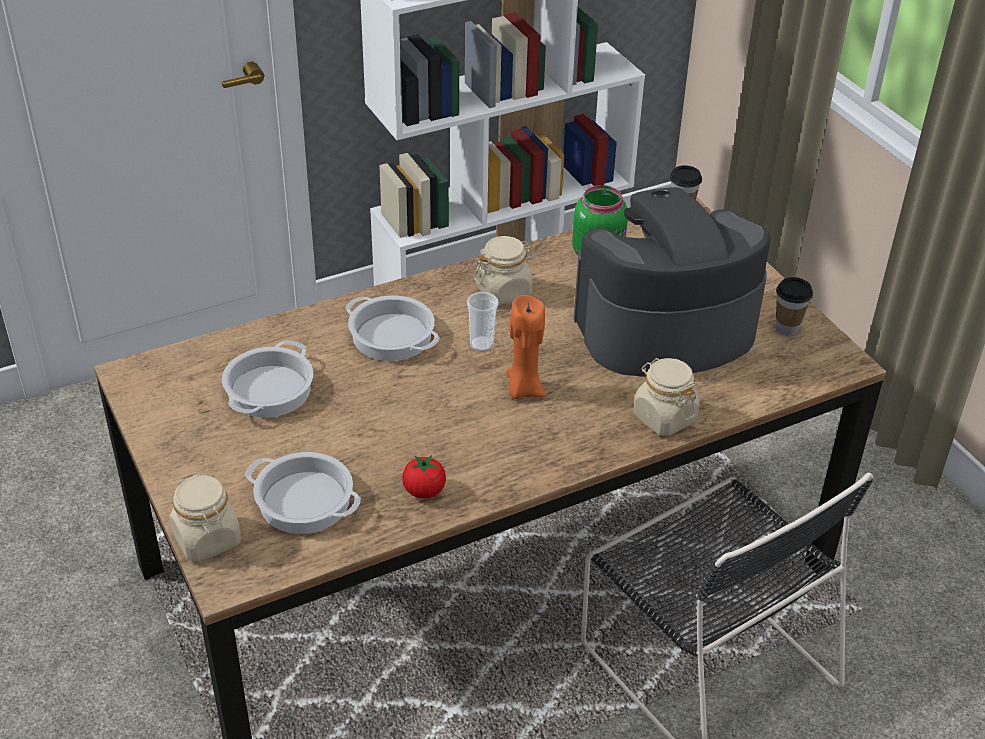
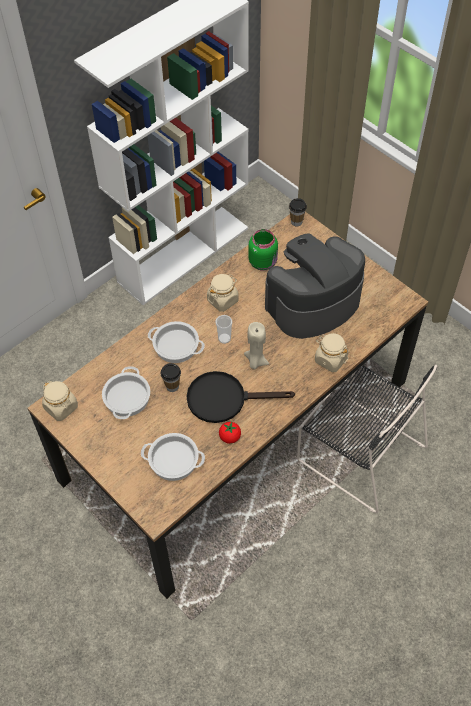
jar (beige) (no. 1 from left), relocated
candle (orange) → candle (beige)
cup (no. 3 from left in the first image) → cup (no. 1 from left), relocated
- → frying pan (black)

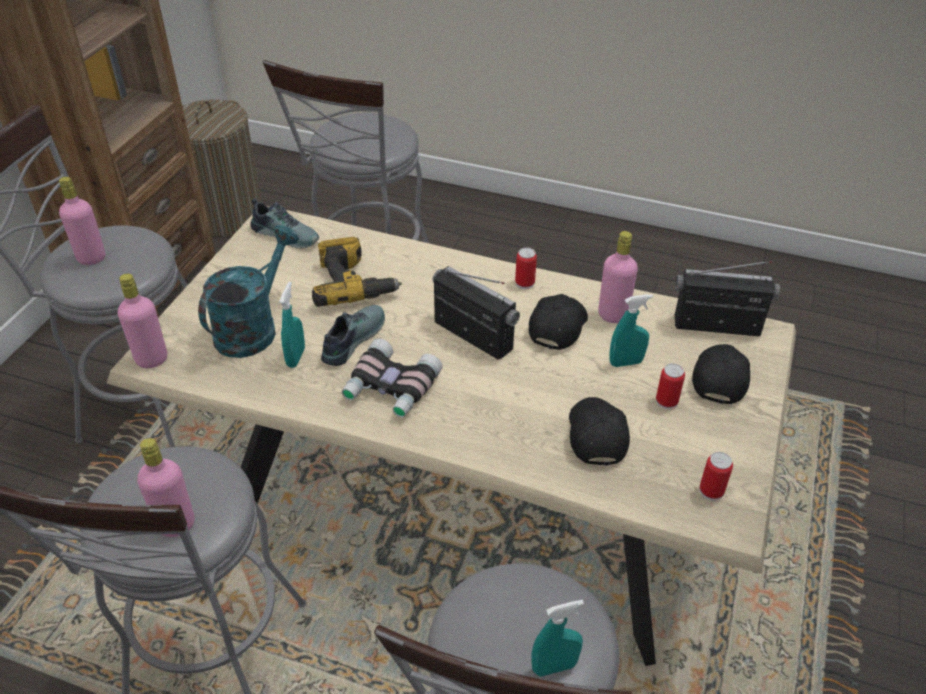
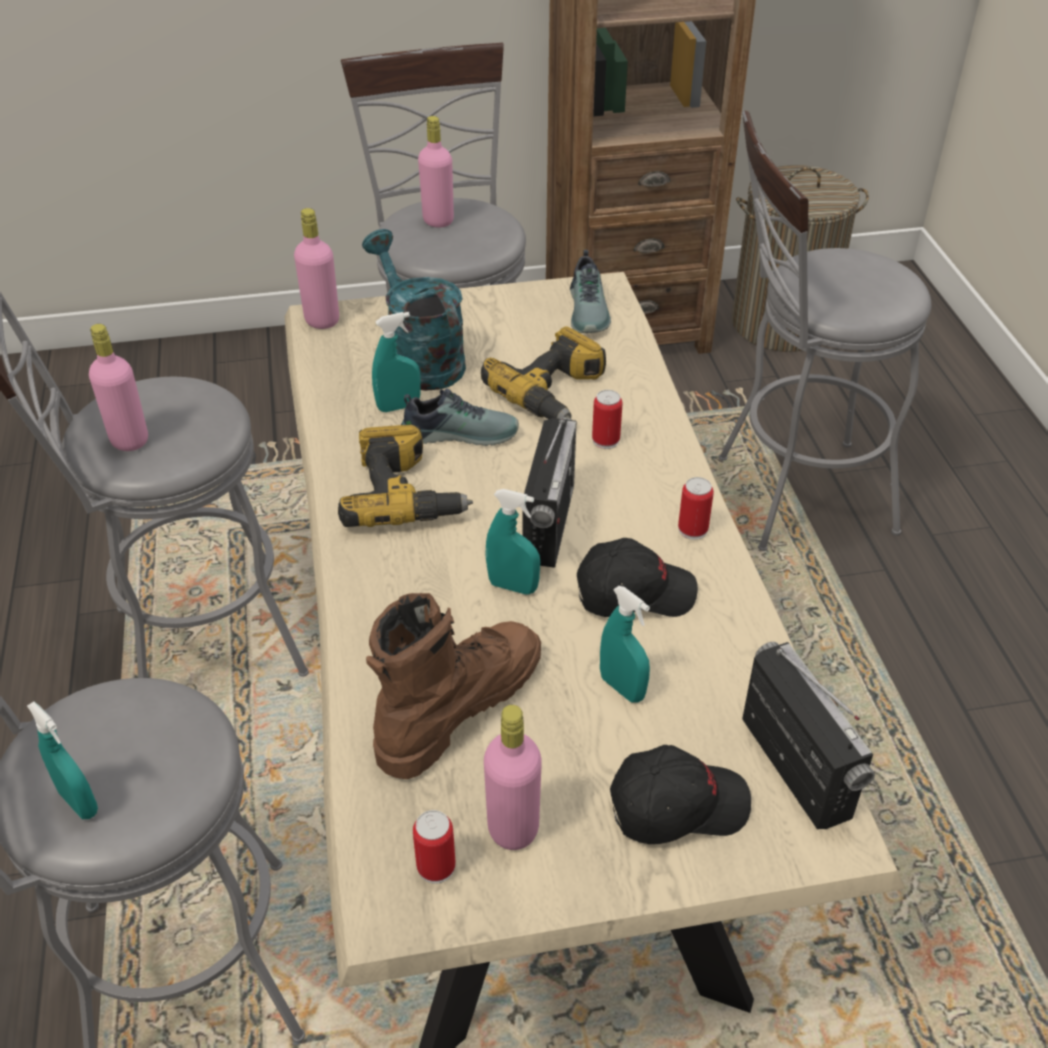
watering can (turquoise), 120 degrees counterclockwise
binoculars → power drill (no. 1 from left)
cap (black) (no. 2 from left) → boot (brown)
bottle (pink) (no. 4 from left), relocated
can (no. 2 from left), relocated
- → spray bottle (turquoise) (no. 3 from left)

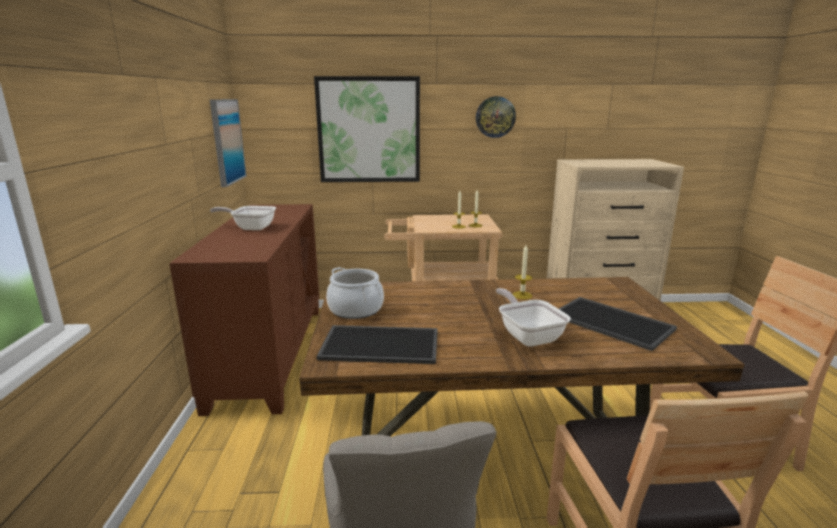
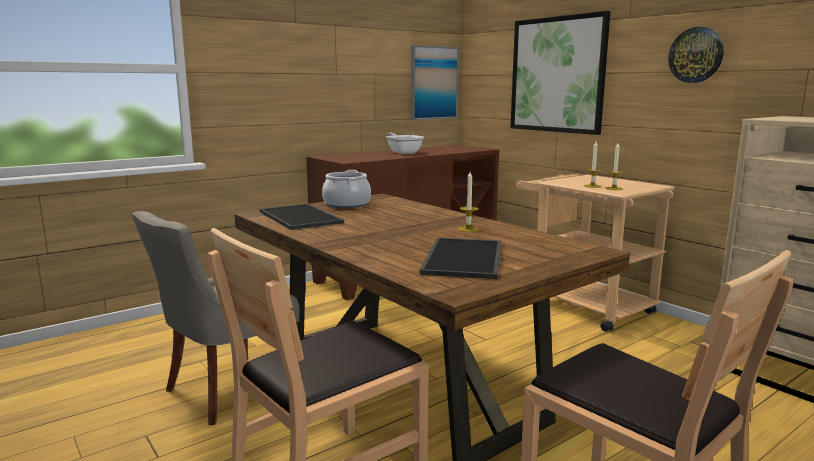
frying pan (no. 2 from left) → -

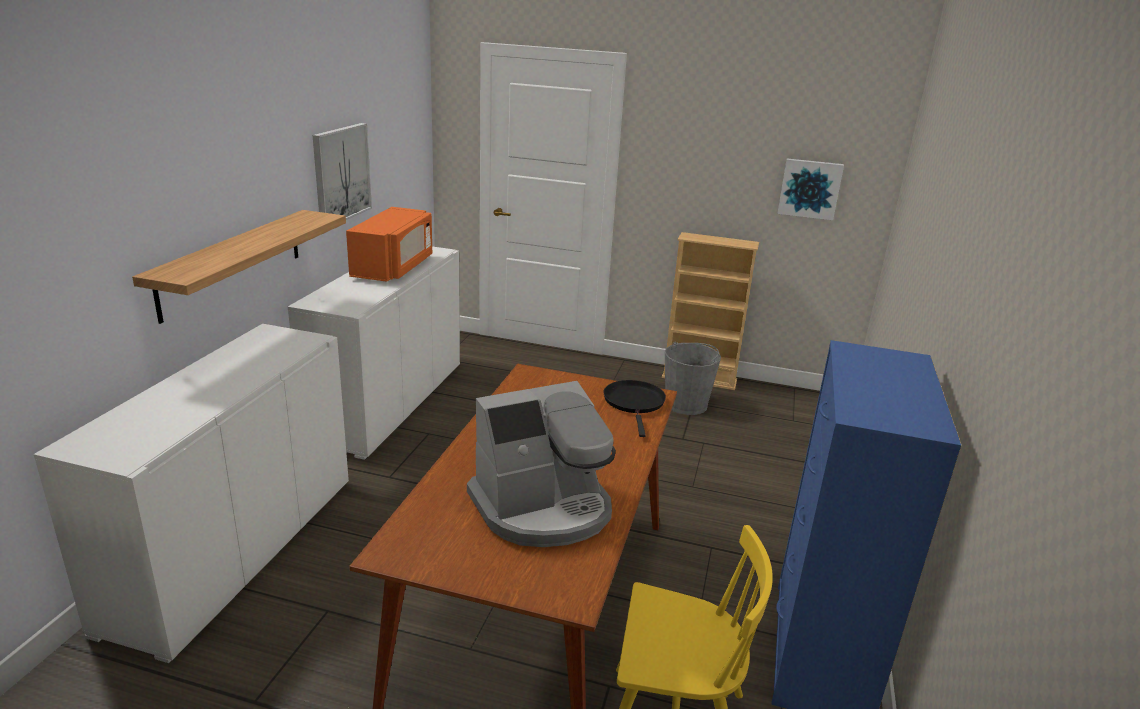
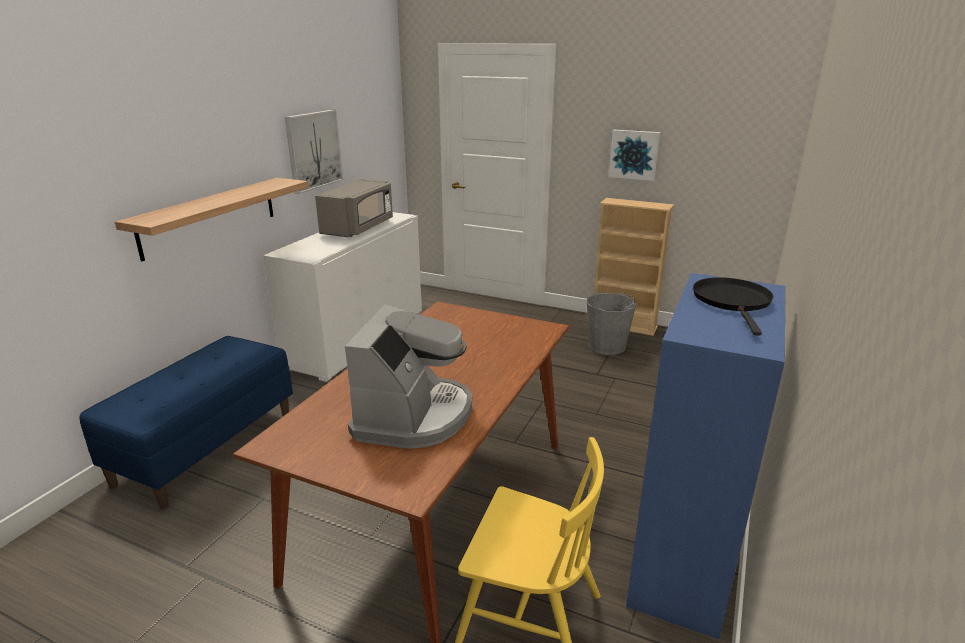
cabinet (white) (no. 1 from left) → bench (blue)
microwave (orange) → microwave (grey)
coffee machine, 60 degrees counterclockwise
frying pan (black), relocated
picture (no. 2 from left), relocated

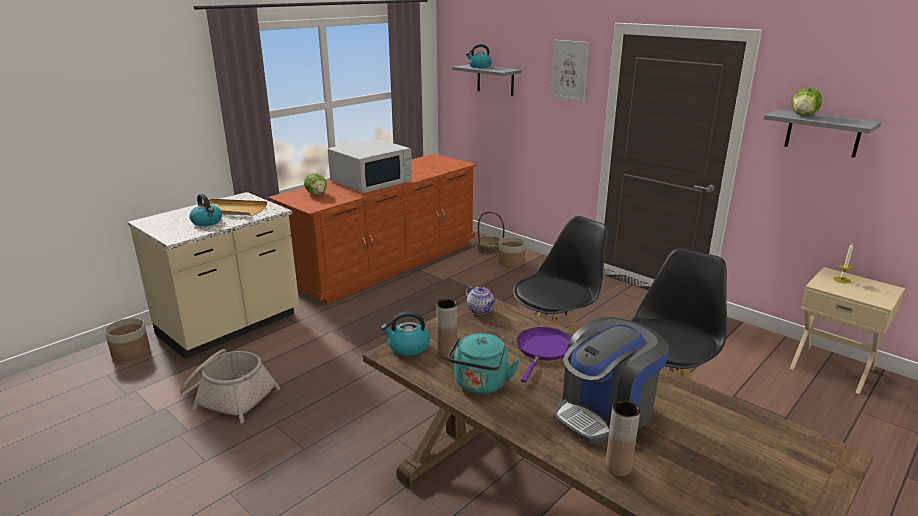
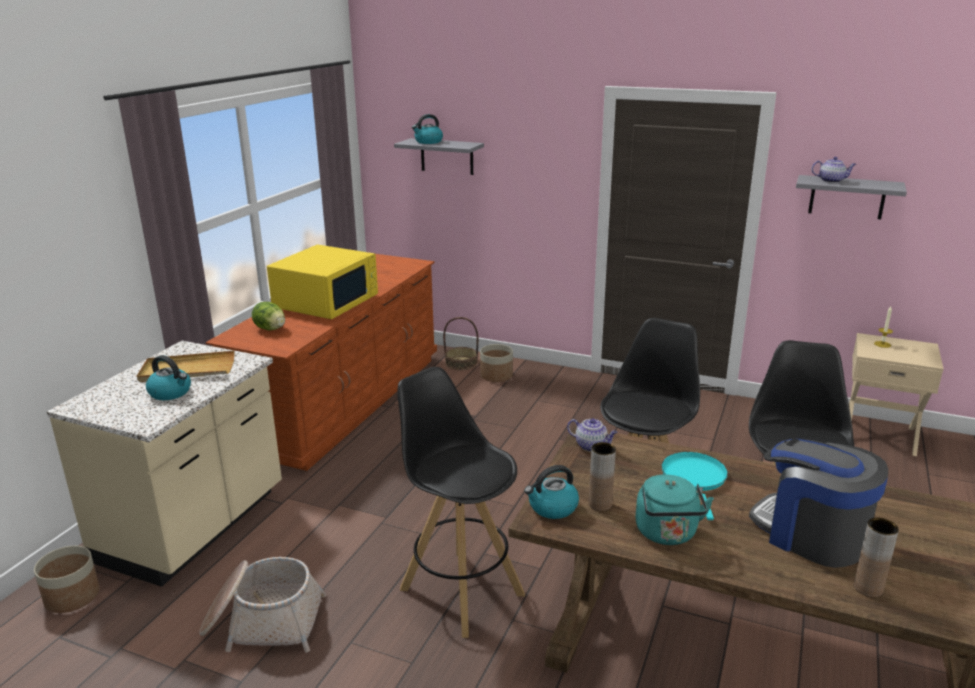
microwave (white) → microwave (yellow)
frying pan (purple) → frying pan (turquoise)
picture → -
coffee machine, 105 degrees clockwise
lettuce (no. 2 from left) → teapot (no. 2 from left)
- → stool (black) (no. 1 from left)

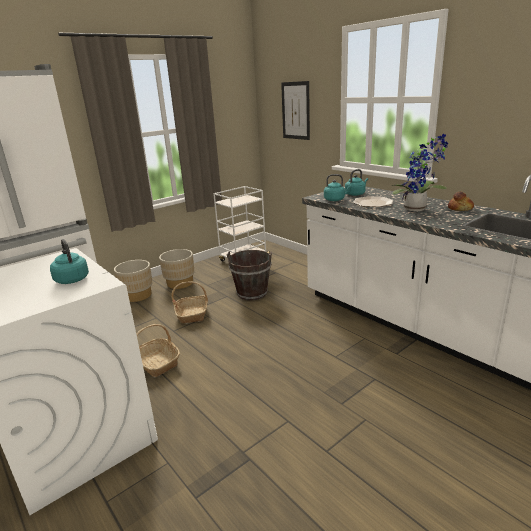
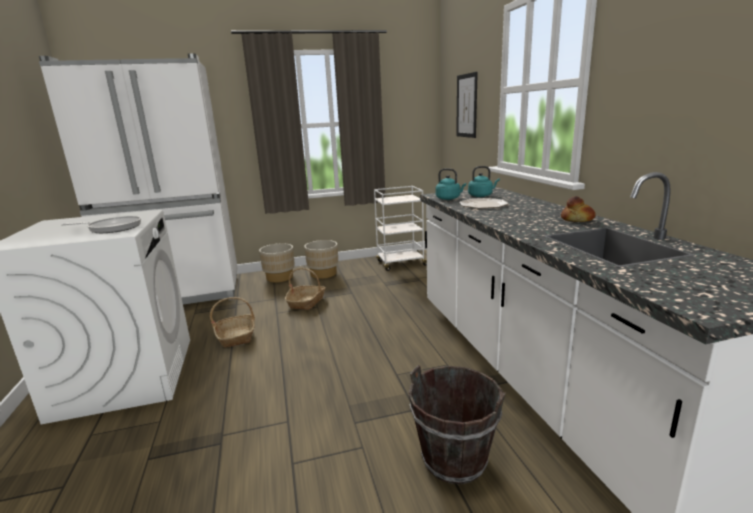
kettle (turquoise) (no. 1 from left) → frying pan
bucket (brown), relocated
potted plant → -

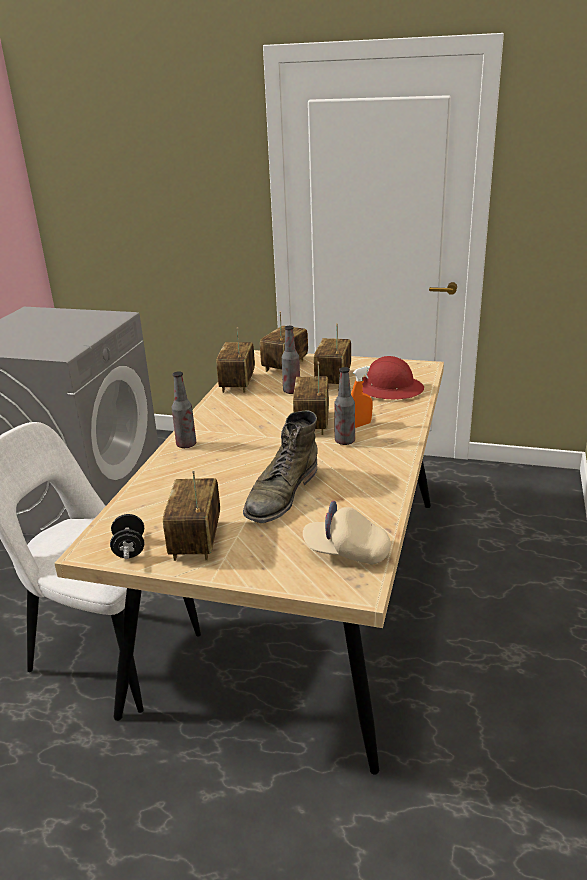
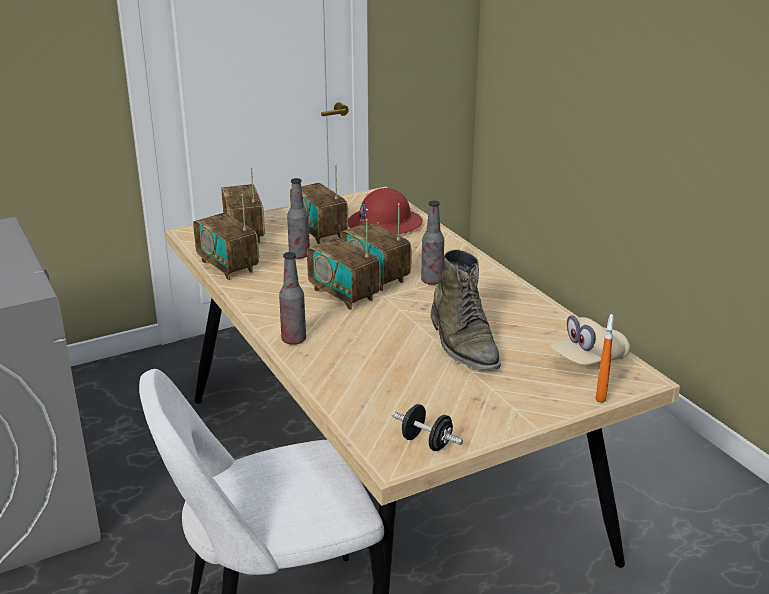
radio (no. 1 from left in the first image) → radio (no. 4 from left), relocated
spray bottle (orange), relocated

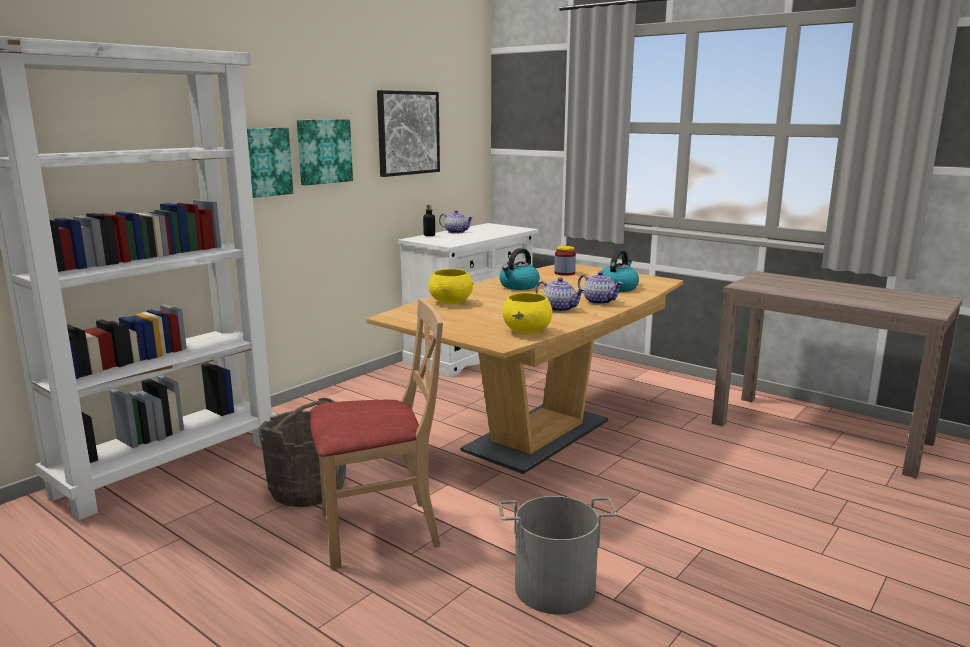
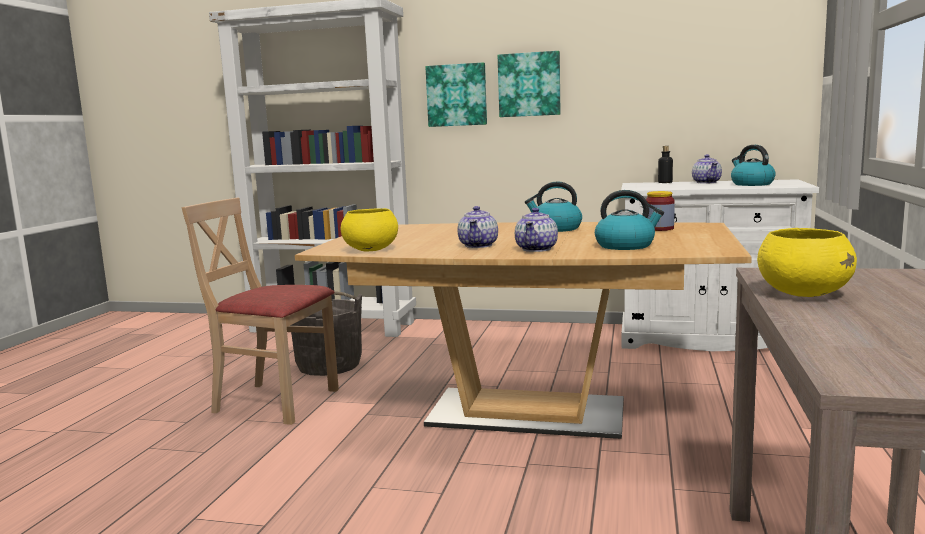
chair (beige), 150 degrees clockwise
picture (no. 3 from left) → -
bowl (yellow) (no. 1 from left in the first image) → bowl (yellow) (no. 2 from left), relocated
bucket (grey) (no. 2 from left) → -
- → kettle (no. 3 from left)

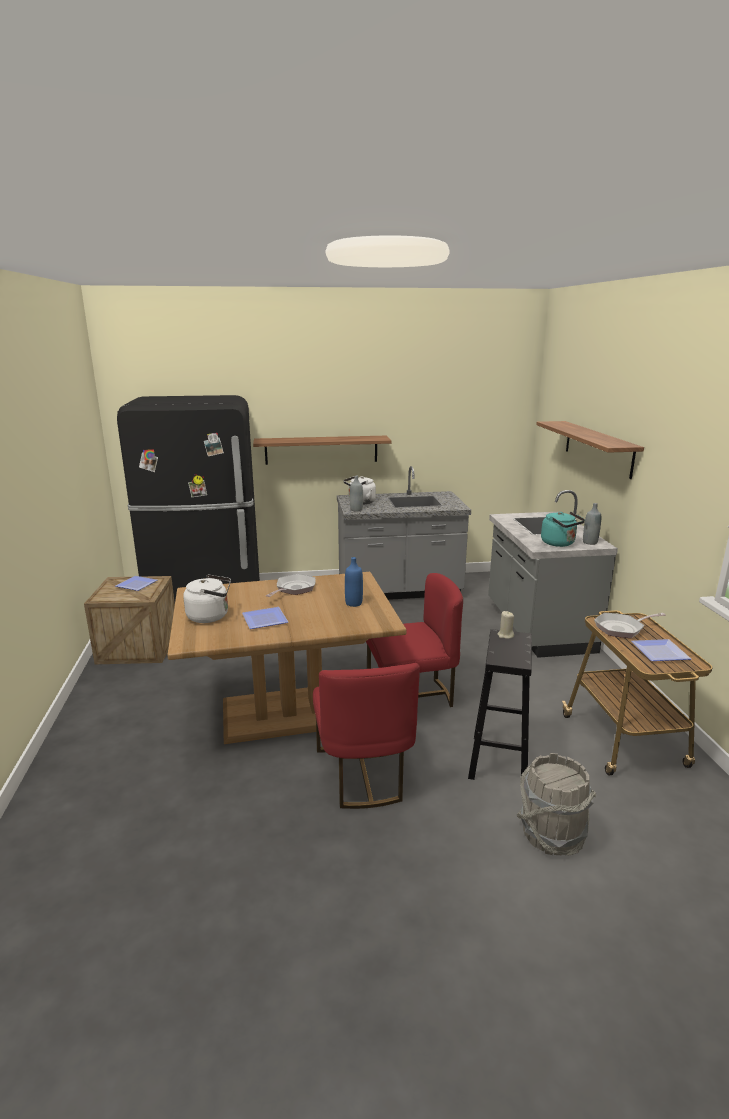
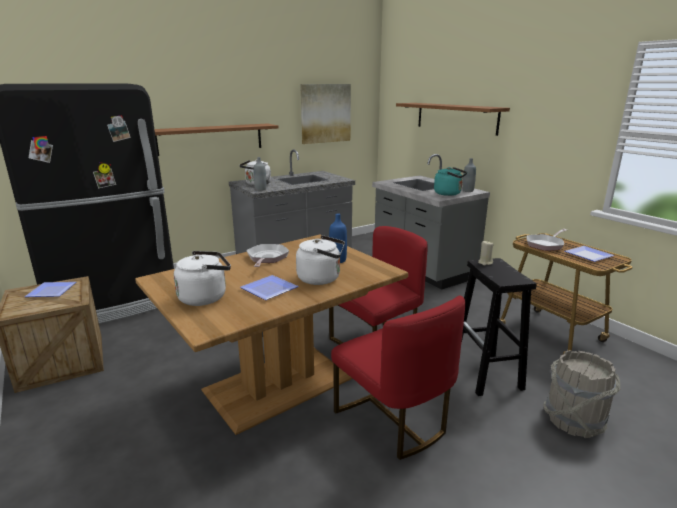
- → kettle (white) (no. 3 from left)
- → picture

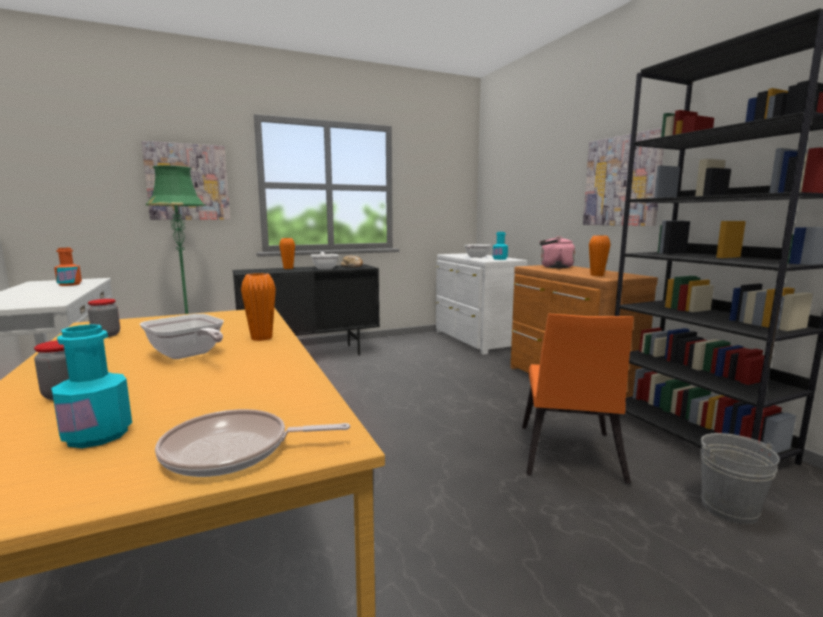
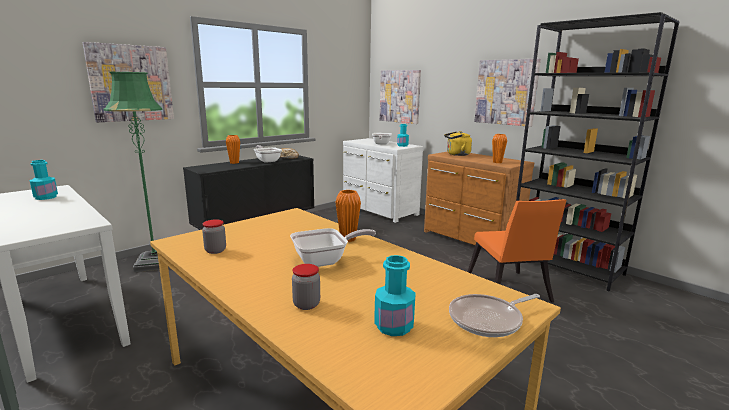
bottle (orange) → bottle (turquoise) (no. 1 from left)
frying pan (no. 1 from left in the first image) → frying pan (no. 2 from left), 45 degrees counterclockwise
kettle (pink) → kettle (yellow)
bucket (grey) → -
- → picture (no. 2 from left)

